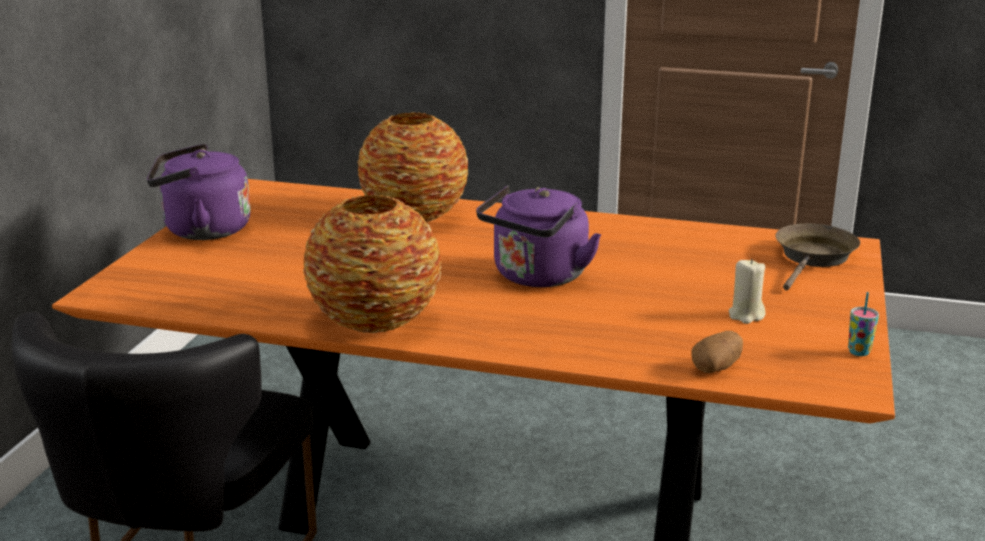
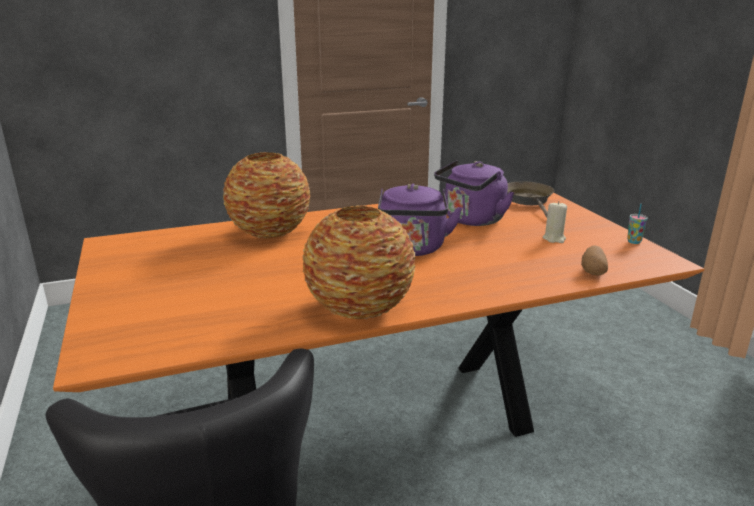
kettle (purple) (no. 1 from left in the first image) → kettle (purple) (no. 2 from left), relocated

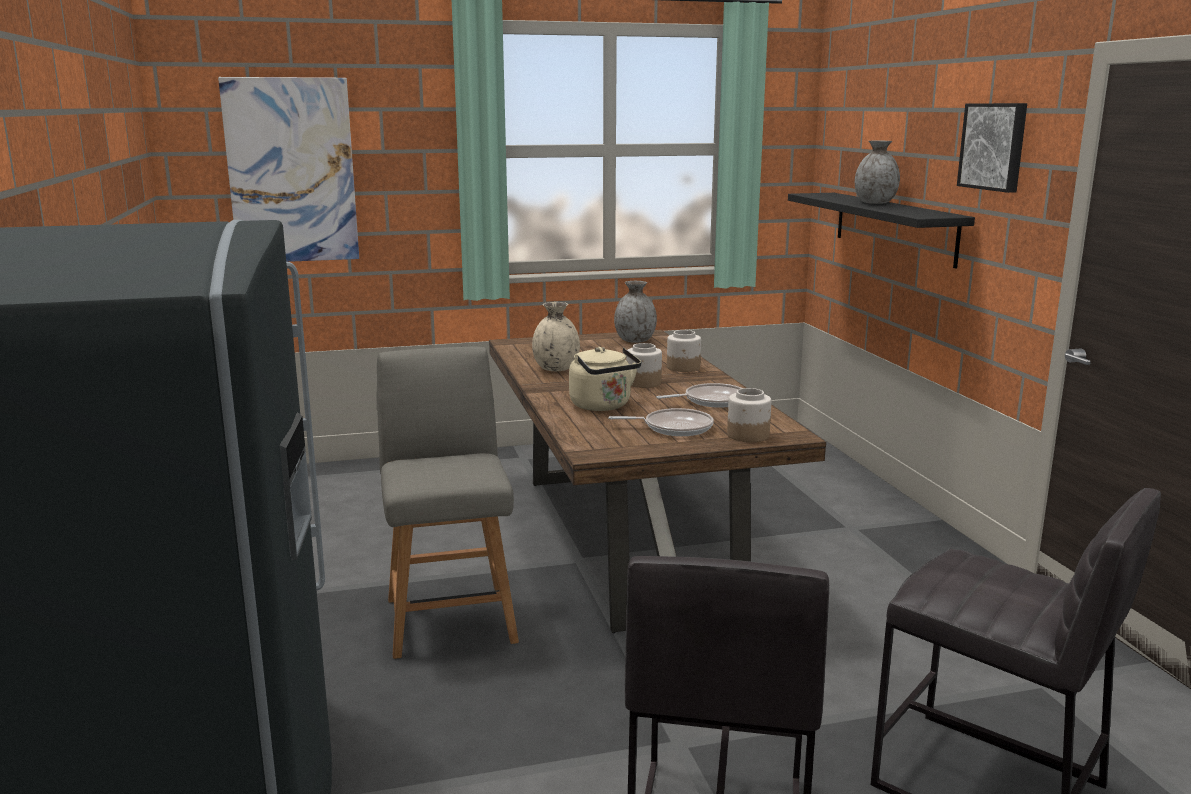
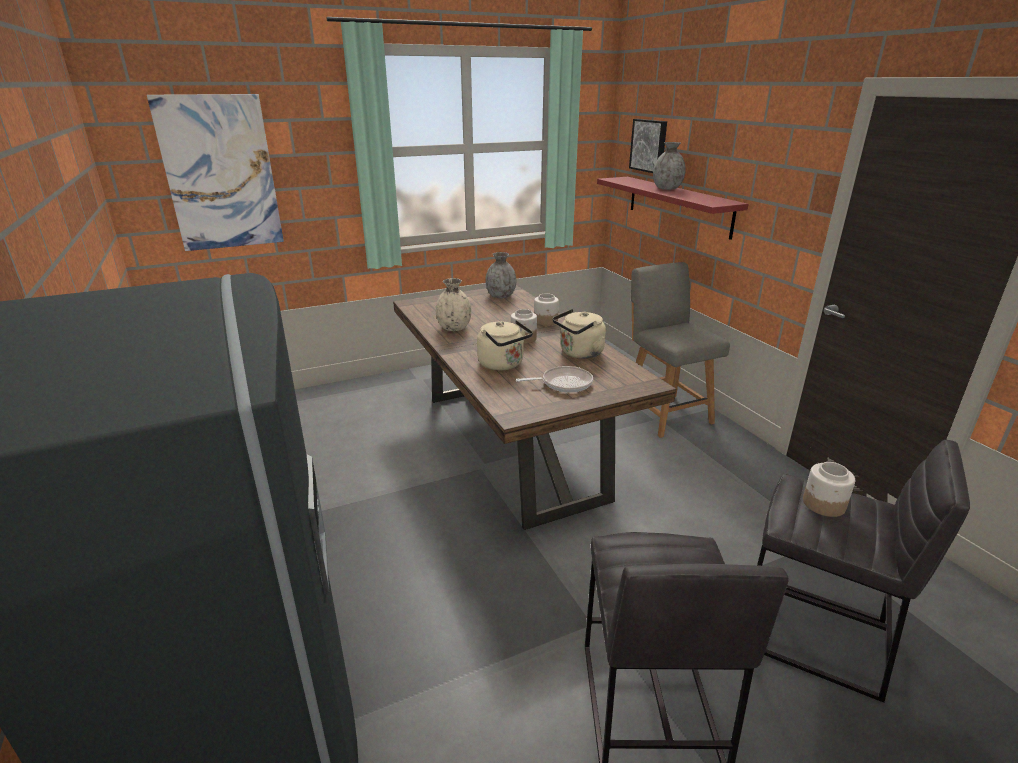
chair (grey), relocated
frying pan (no. 2 from left) → kettle (beige) (no. 2 from left)
jar (no. 3 from left), relocated
shelf (black) → shelf (red)
picture (no. 2 from left), relocated

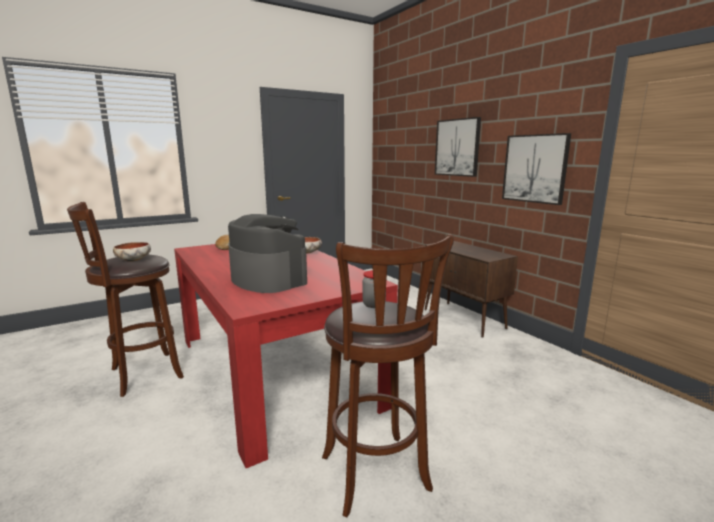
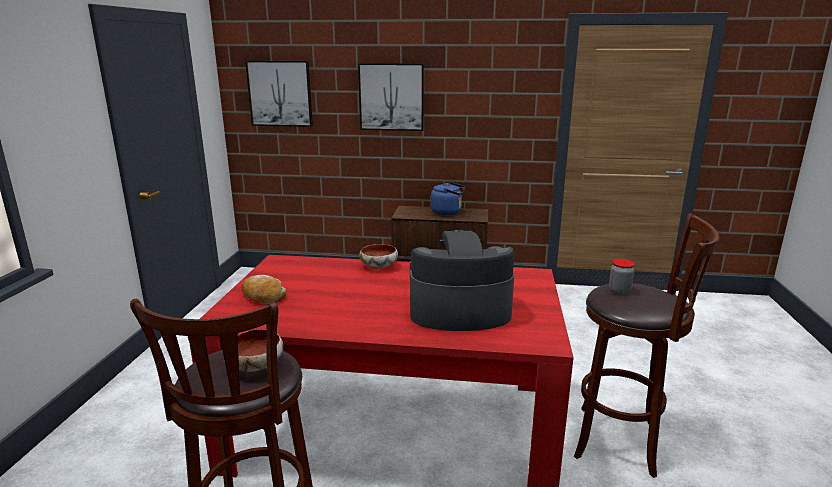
picture (no. 2 from left in the first image) → picture (no. 1 from left), relocated
- → kettle (blue)

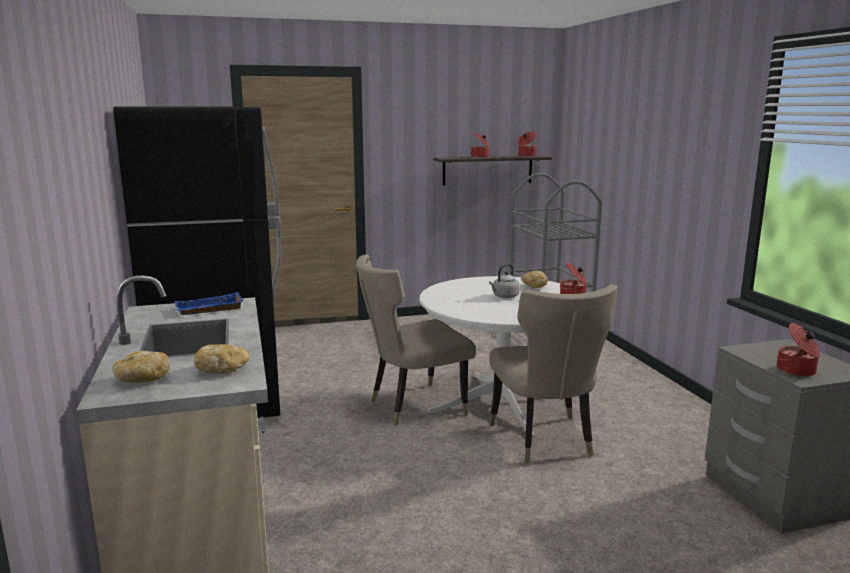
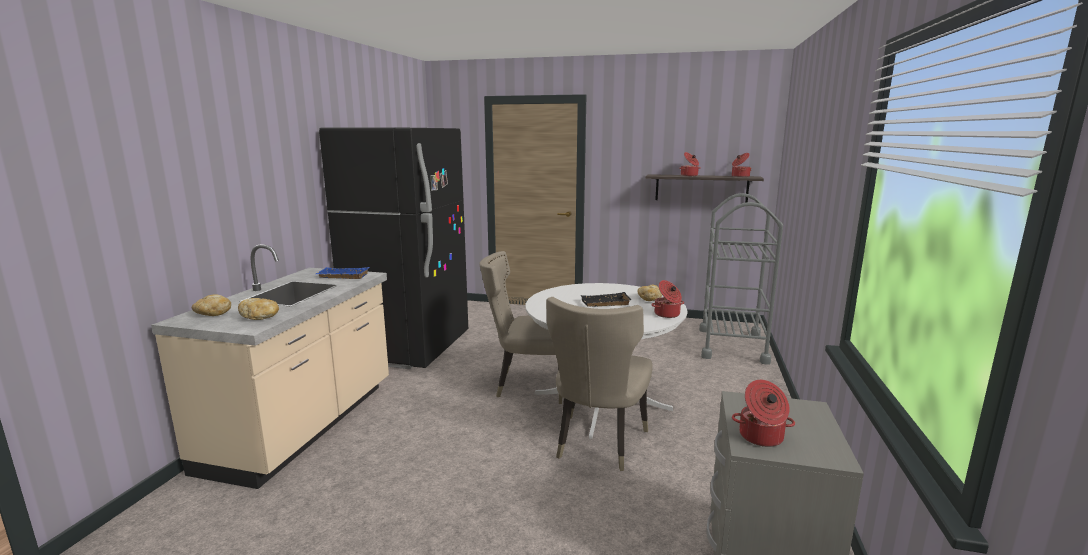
kettle (grey) → tray (black)

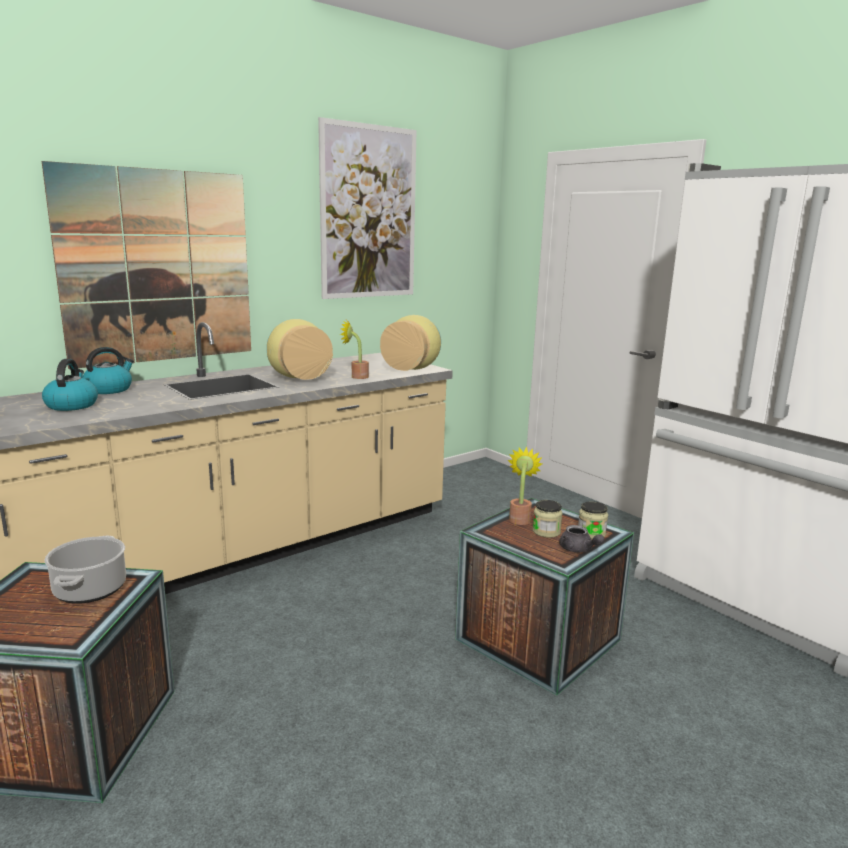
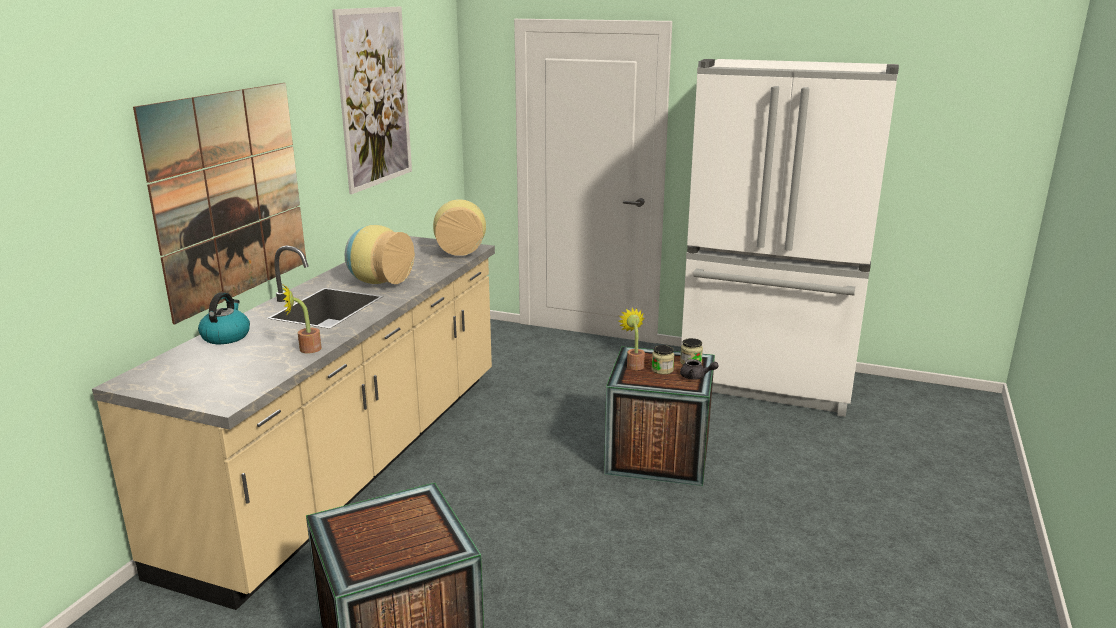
kettle (no. 1 from left) → -
cooking pot → -
potted plant (no. 1 from left), relocated

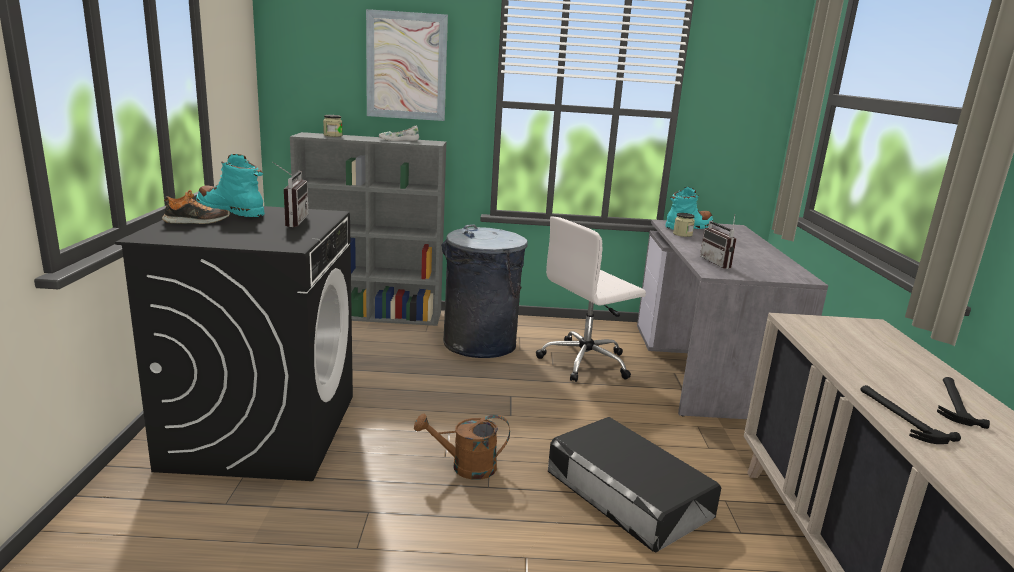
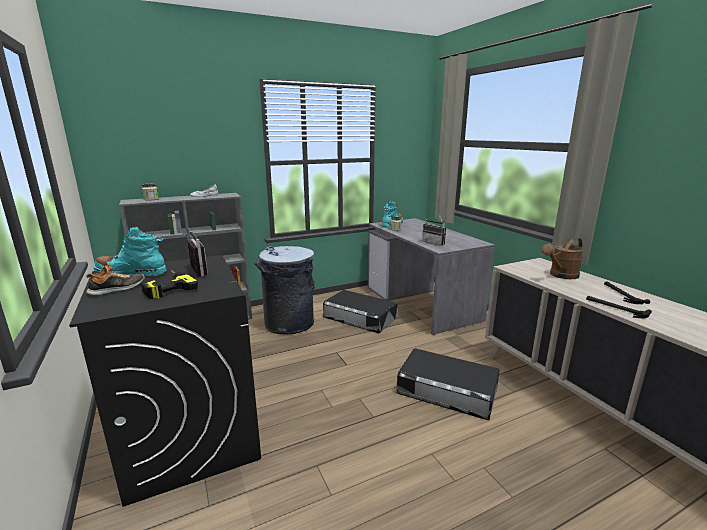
picture → -
watering can (brown), relocated
office chair (white) → storage box (black) (no. 1 from left)
- → power drill

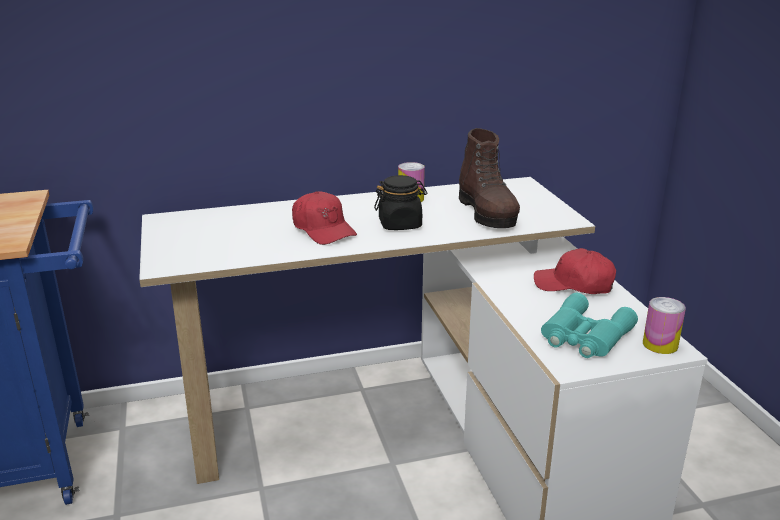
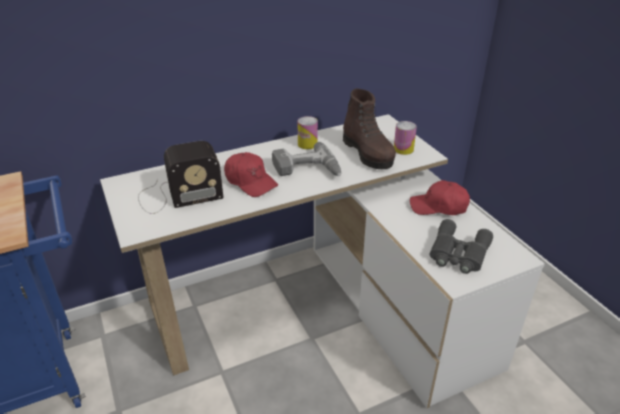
jar (black) → power drill
binoculars (turquoise) → binoculars (grey)
can (no. 2 from left), relocated
- → radio

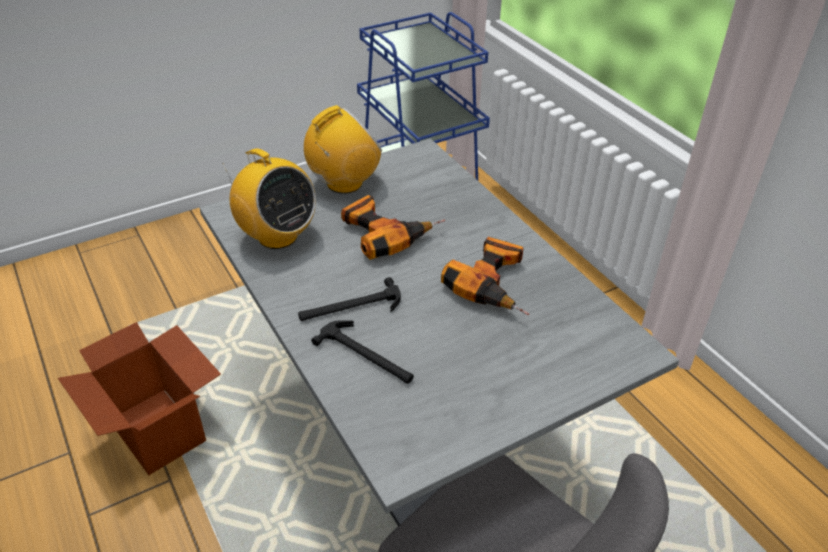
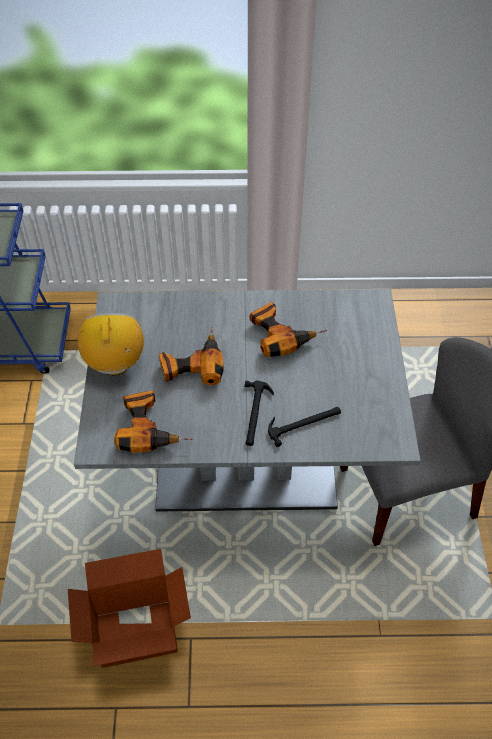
radio (no. 1 from left) → power drill (no. 1 from left)

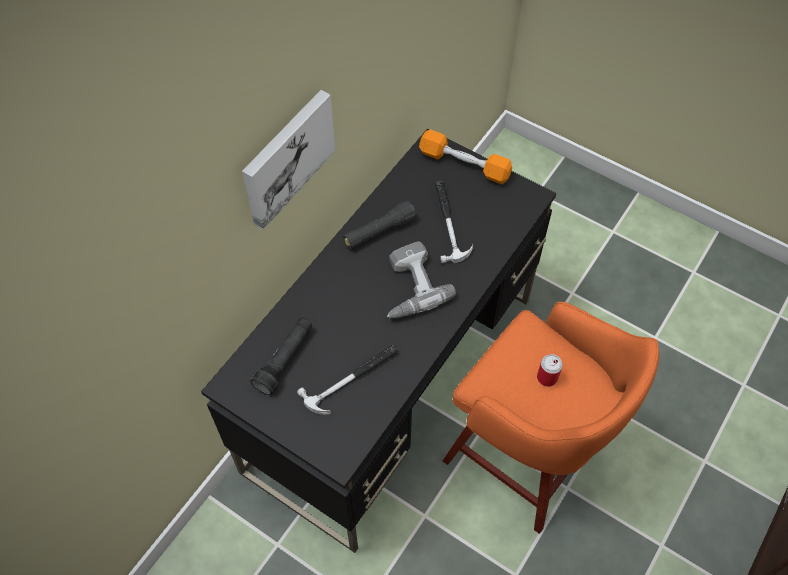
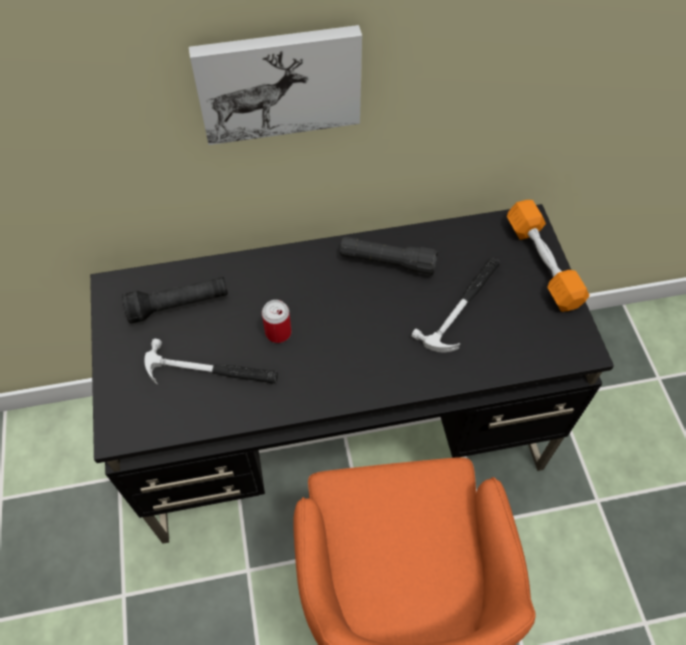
power drill → -
can, relocated

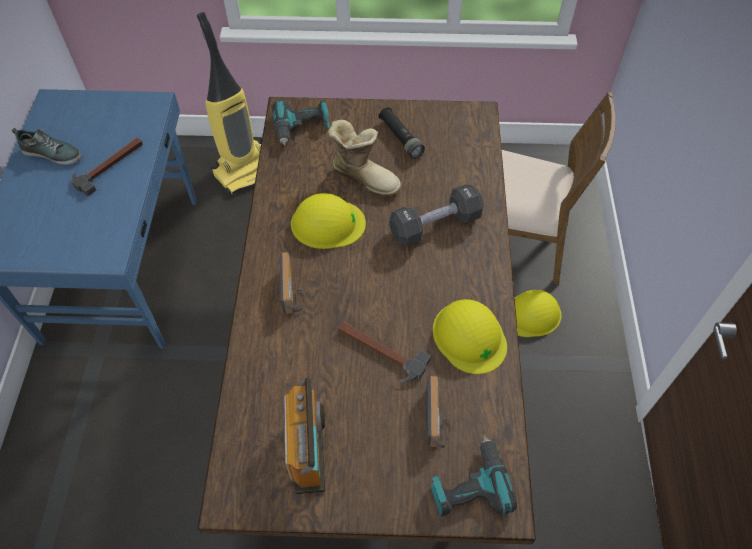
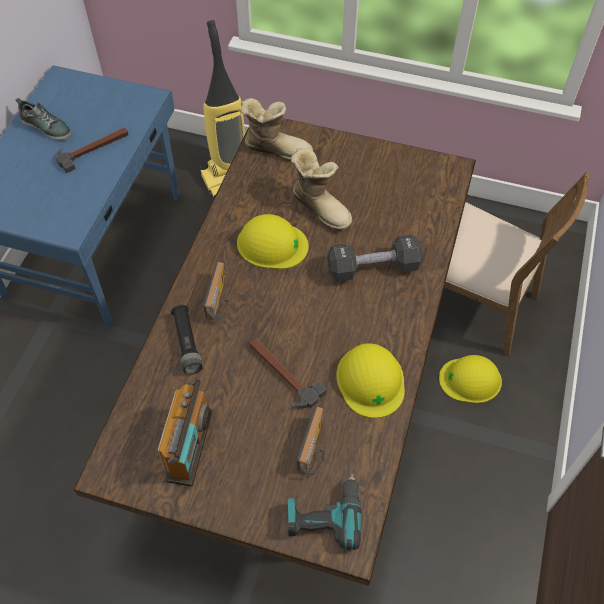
power drill (no. 1 from left) → boot (no. 1 from left)
flashlight (black), relocated

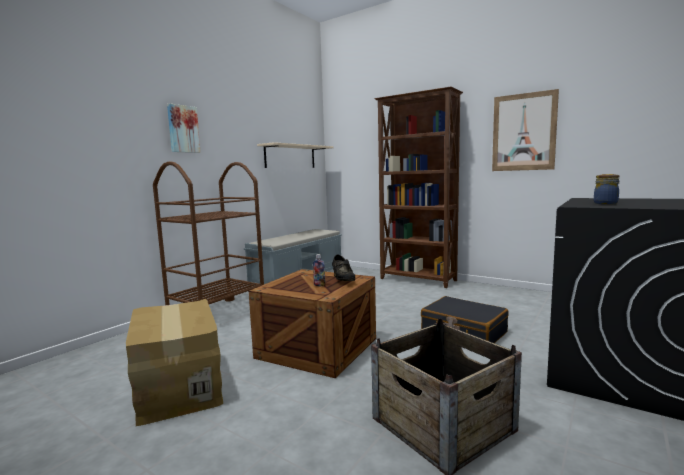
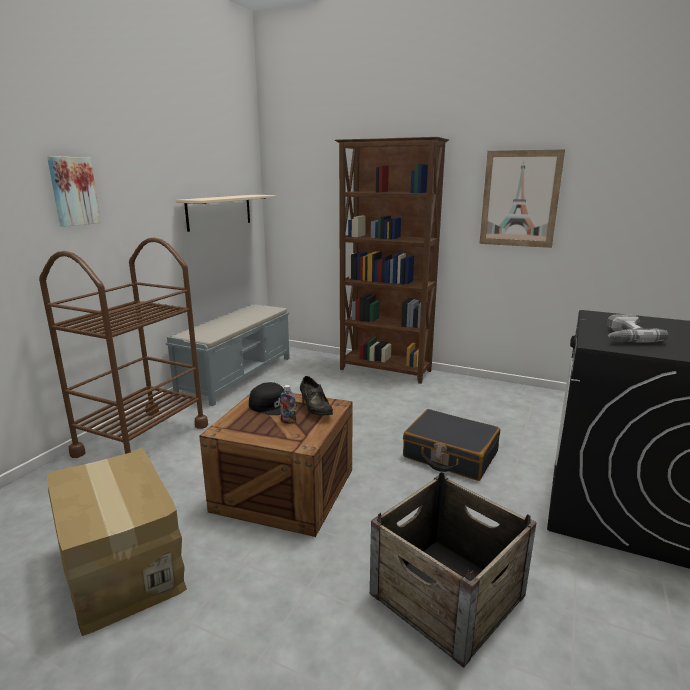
jar → power drill
- → cap (black)

